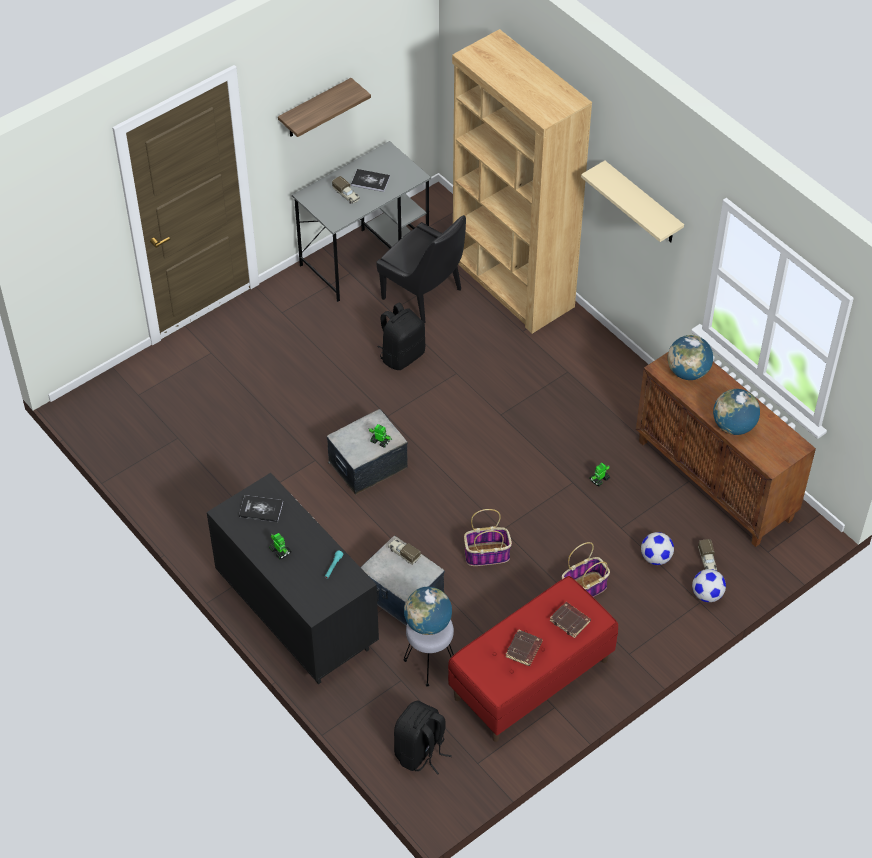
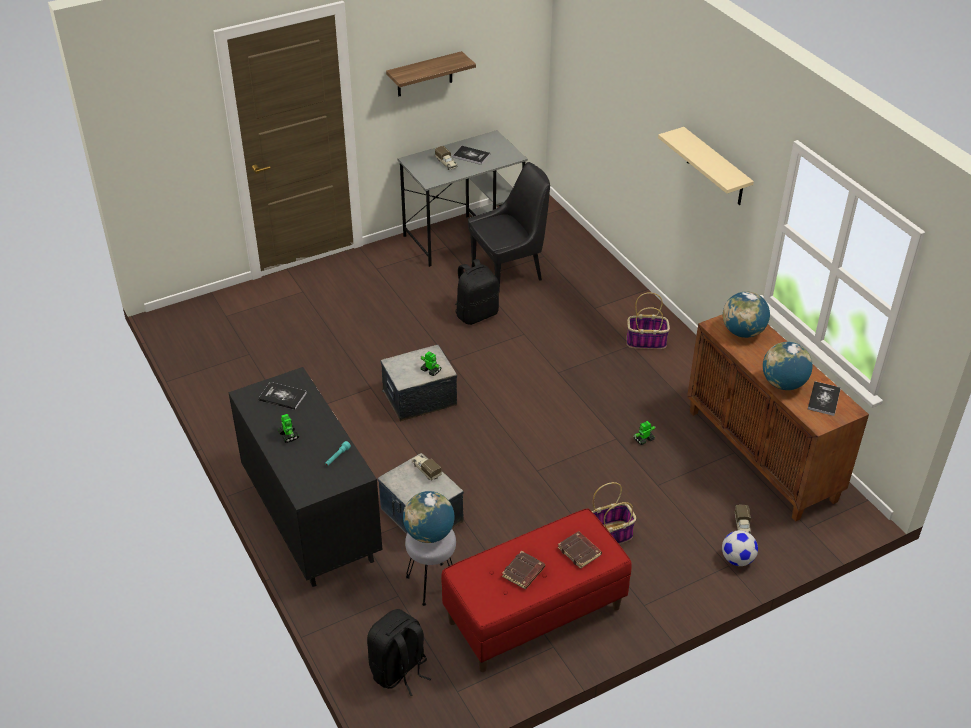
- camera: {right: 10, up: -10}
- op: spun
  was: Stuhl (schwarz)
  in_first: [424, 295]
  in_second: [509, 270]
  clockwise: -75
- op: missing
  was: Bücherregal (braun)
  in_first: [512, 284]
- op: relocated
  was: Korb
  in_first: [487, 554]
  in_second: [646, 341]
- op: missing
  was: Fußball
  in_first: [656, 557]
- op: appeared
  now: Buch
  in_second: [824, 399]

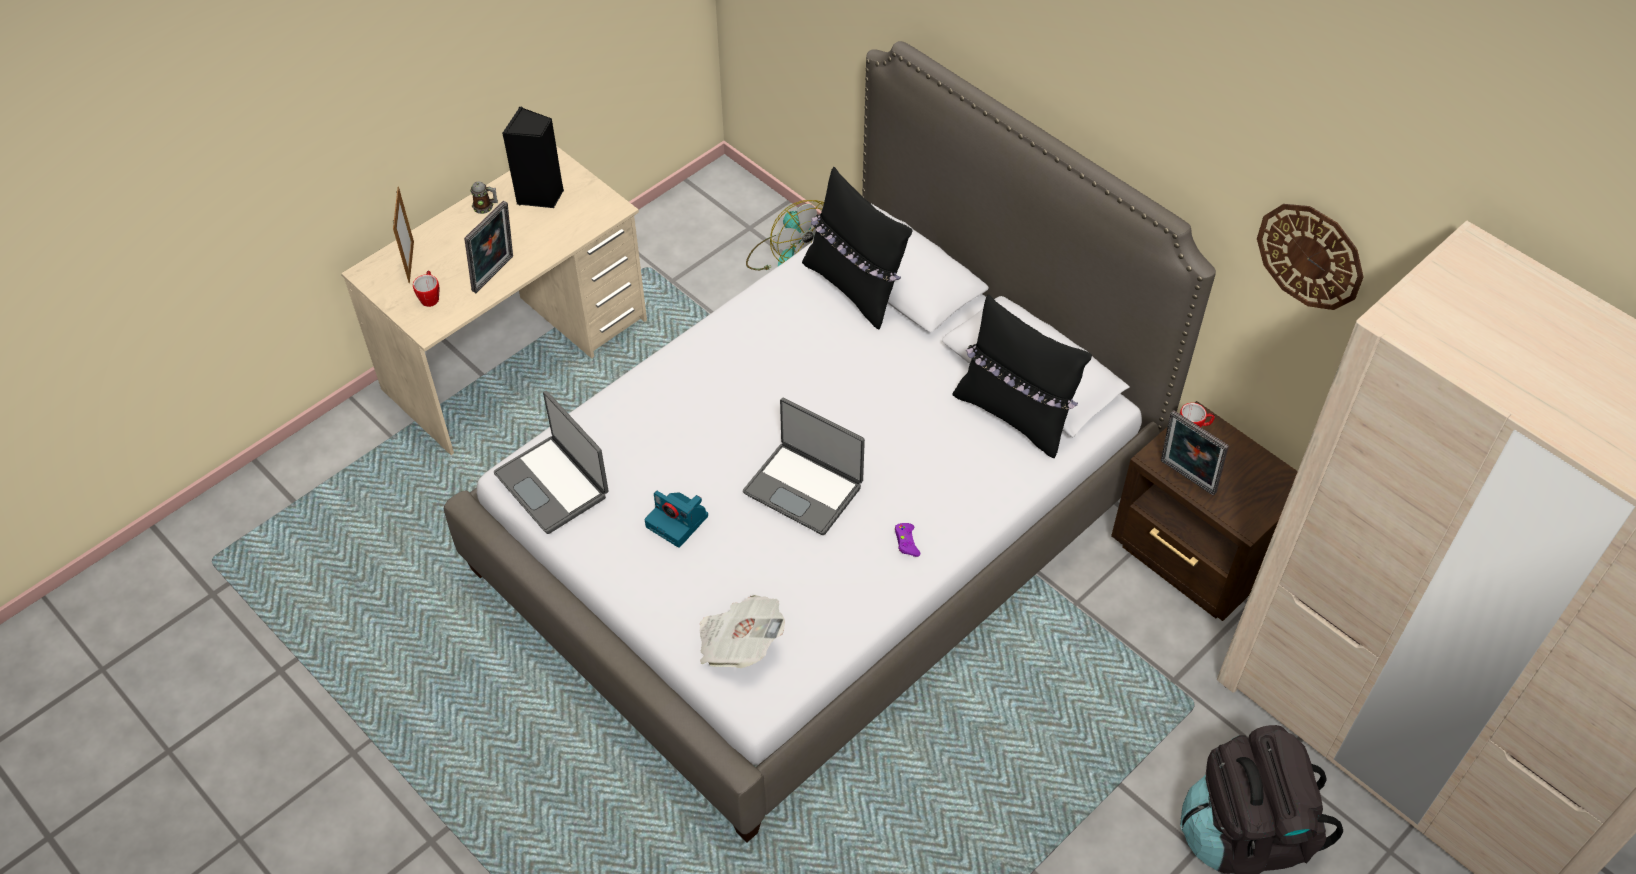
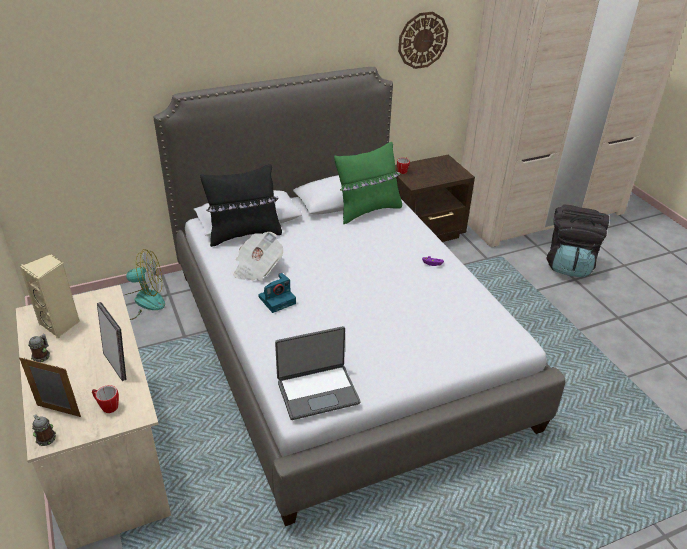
- camera: {right: -70, up: -15}
- op: colour
  was: Lautsprecher (schwarz)
  now: Lautsprecher (beige)
  in_first: [541, 195]
  in_second: [61, 325]
- op: relocated
  was: Kamera
  in_first: [678, 521]
  in_second: [277, 299]
- op: relocated
  was: Zeitung
  in_first: [739, 643]
  in_second: [257, 268]
- op: missing
  was: Laptop
  in_first: [804, 488]
- op: colour
  was: Kissen (schwarz)
  now: Kissen (grün)
  in_first: [1015, 415]
  in_second: [367, 210]
- op: missing
  was: Bilderrahmen
  in_first: [1185, 479]
- op: appeared
  now: Henkelbecher
  in_second: [45, 437]

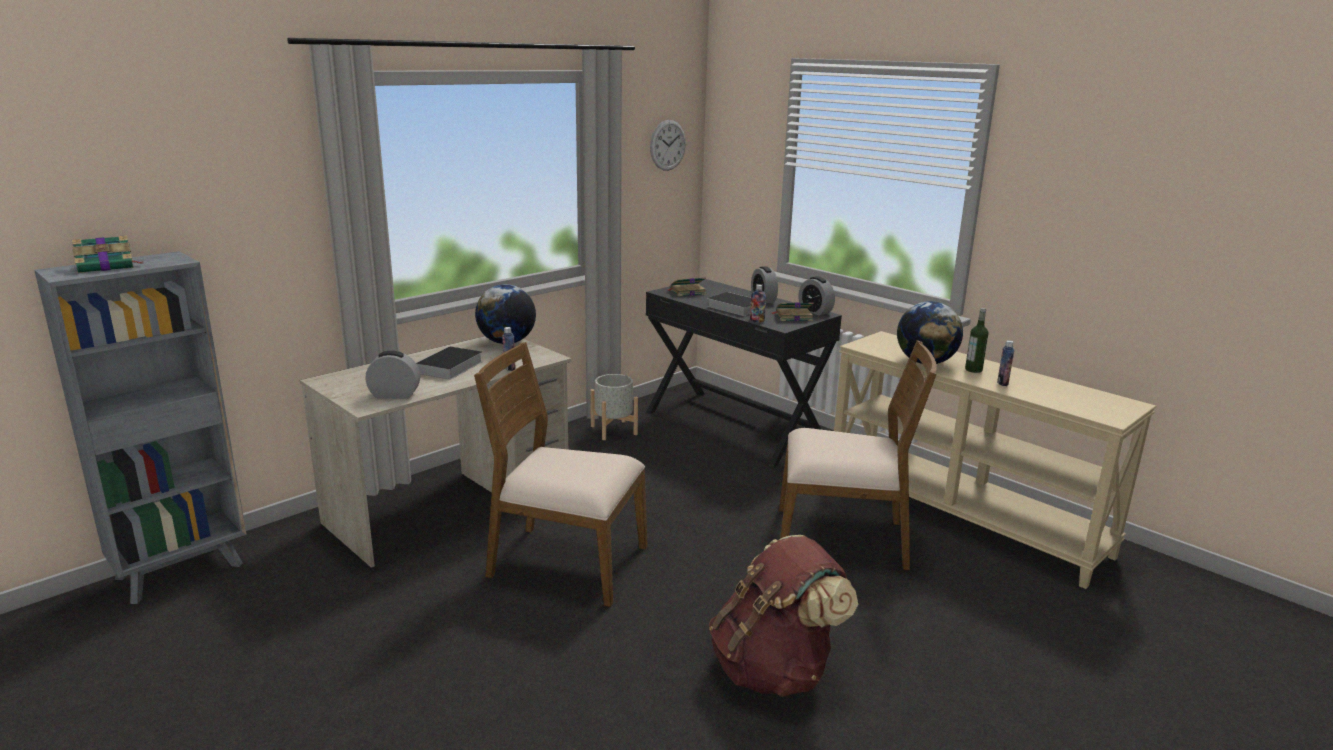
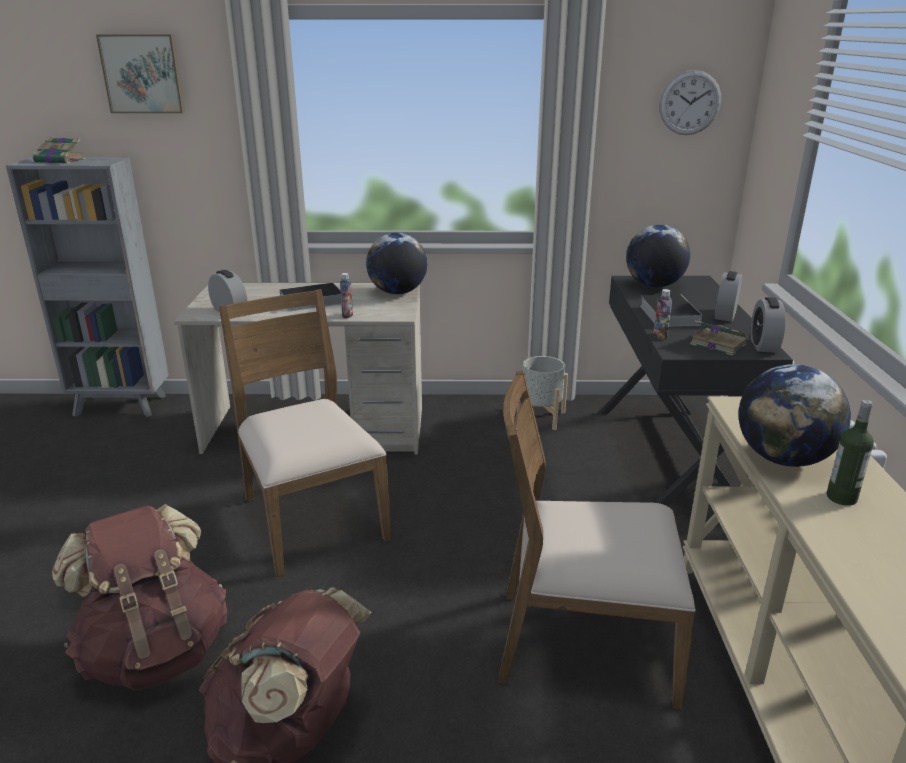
- camera: {right: 45, up: 5}
- op: exchanged
  was: Buch
  now: Globus
  in_first: [687, 292]
  in_second: [654, 286]
- op: spun
  was: Stuhl (braun)
  in_first: [842, 539]
  in_second: [584, 643]
  clockwise: 135
- op: missing
  was: Flasche
  in_first: [1002, 383]
- op: appeared
  now: Rucksack (braun)
  in_second: [156, 651]
- op: appeared
  now: Bild
  in_second: [143, 74]

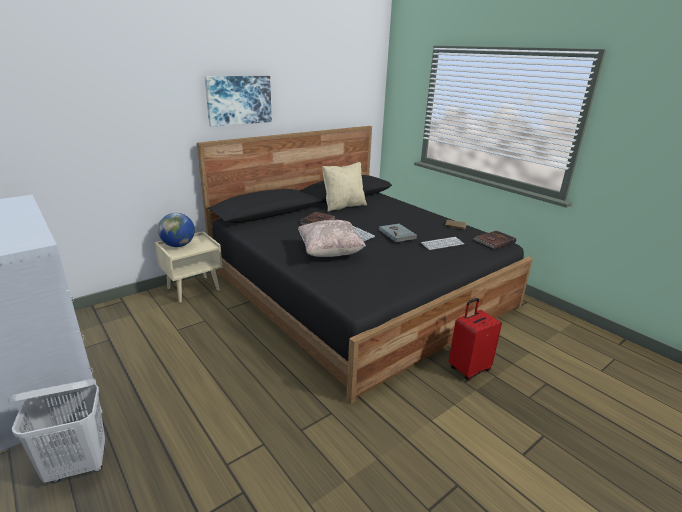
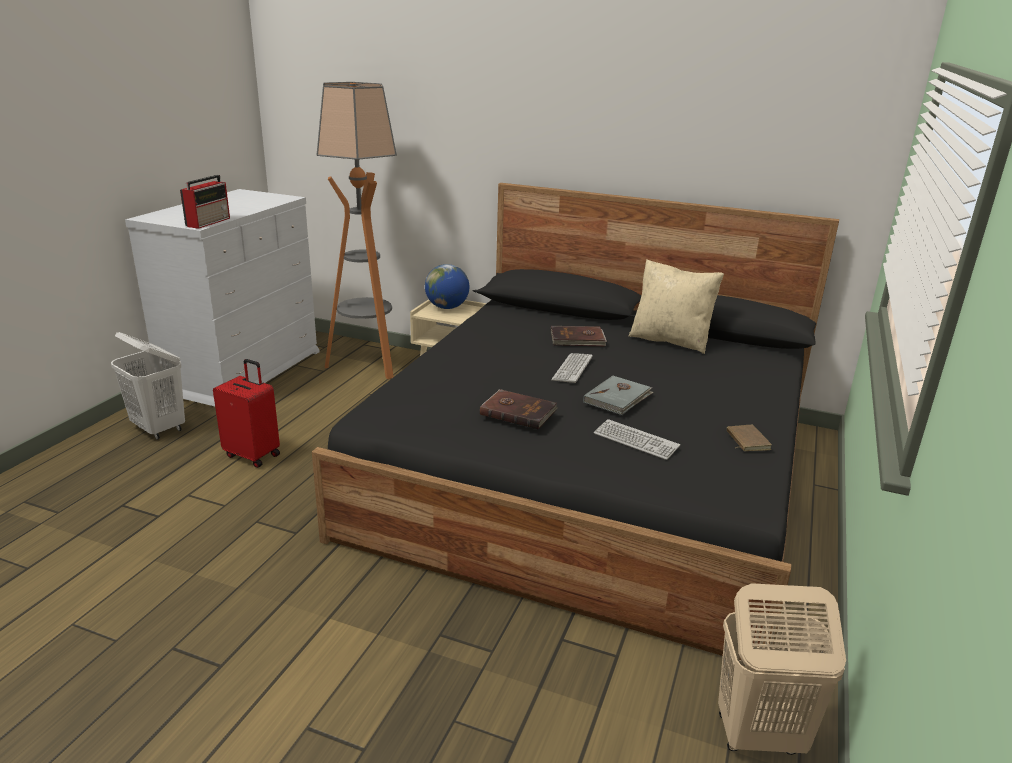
- camera: {right: 60, up: 0}
- op: missing
  was: Bild
  in_first: [239, 100]
- op: missing
  was: Kissen (beige)
  in_first: [330, 252]
- op: relocated
  was: Koffer (rot)
  in_first: [468, 368]
  in_second: [253, 455]
- op: relocated
  was: Buch (braun)
  in_first: [494, 241]
  in_second: [518, 411]
- op: appeared
  now: Radio
  in_second: [209, 222]
- op: appeared
  now: Stehlampe
  in_second: [367, 364]
- op: appeared
  now: Wäschekorb (beige)
  in_second: [758, 735]

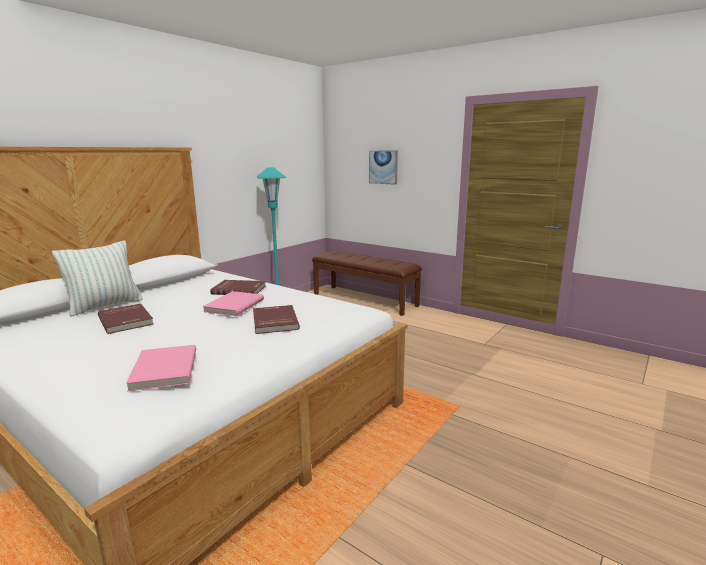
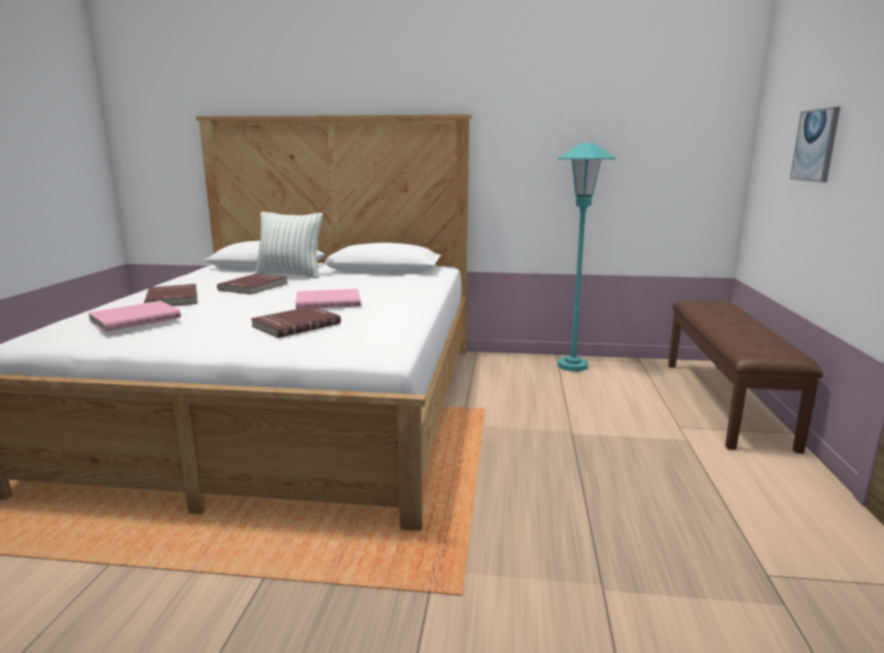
- camera: {right: 60, up: 0}
- op: relocated
  was: Buch (rot)
  in_first: [239, 290]
  in_second: [174, 298]

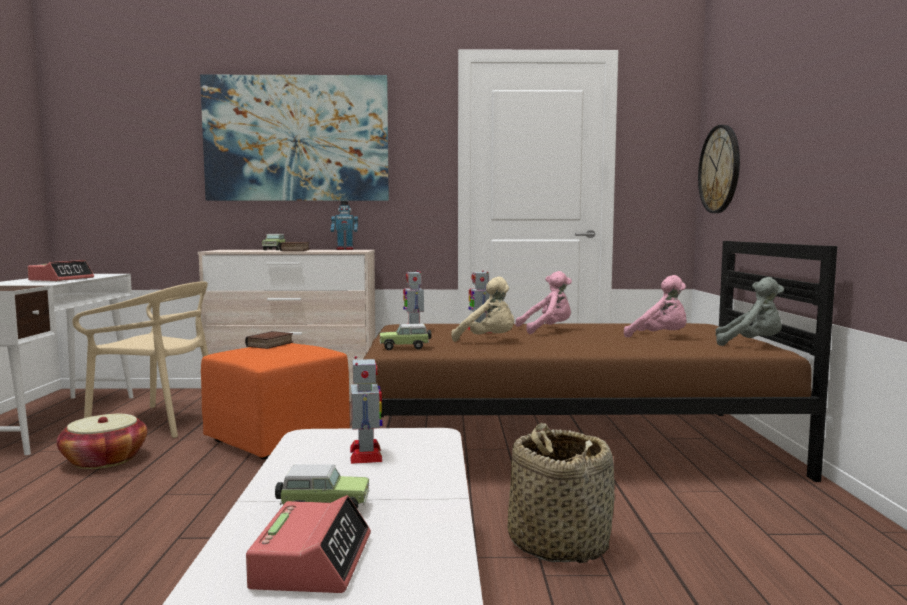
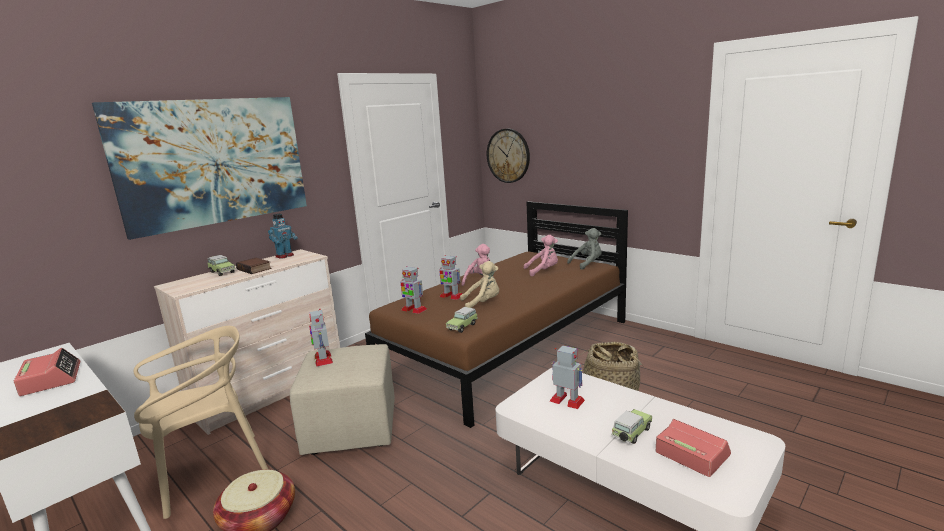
- camera: {right: -45, up: 10}
- op: colour
  was: Polsterhocker (orange)
  now: Polsterhocker (beige)
  in_first: [276, 440]
  in_second: [352, 429]
- op: exchanged
  was: Buch
  now: Spielzeugroboter
  in_first: [270, 344]
  in_second: [323, 359]

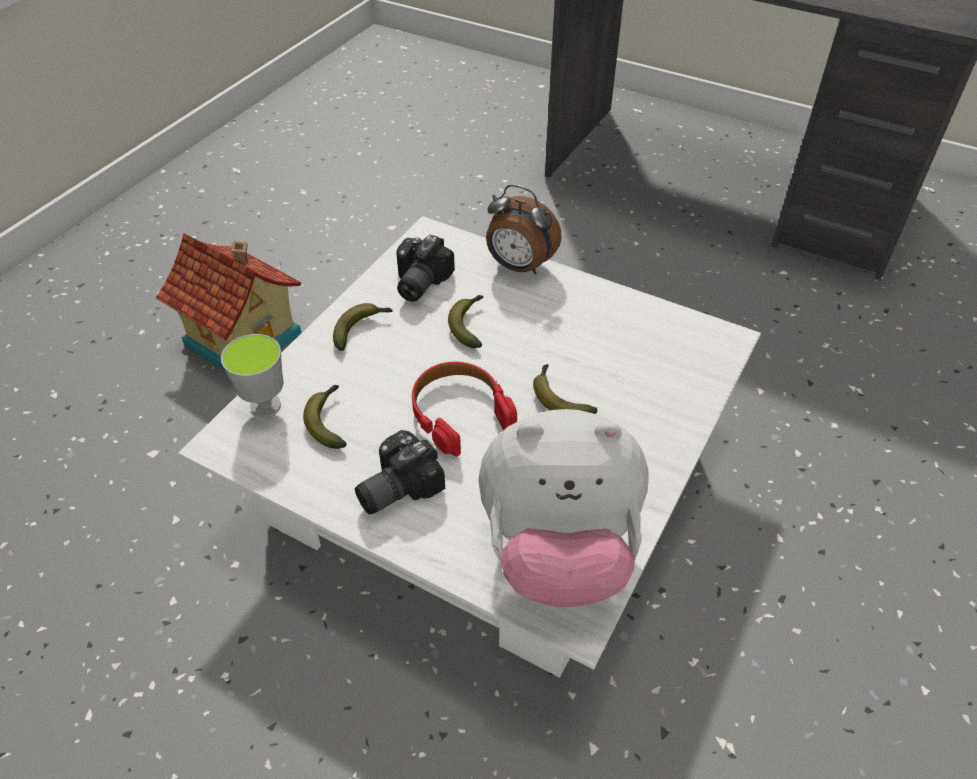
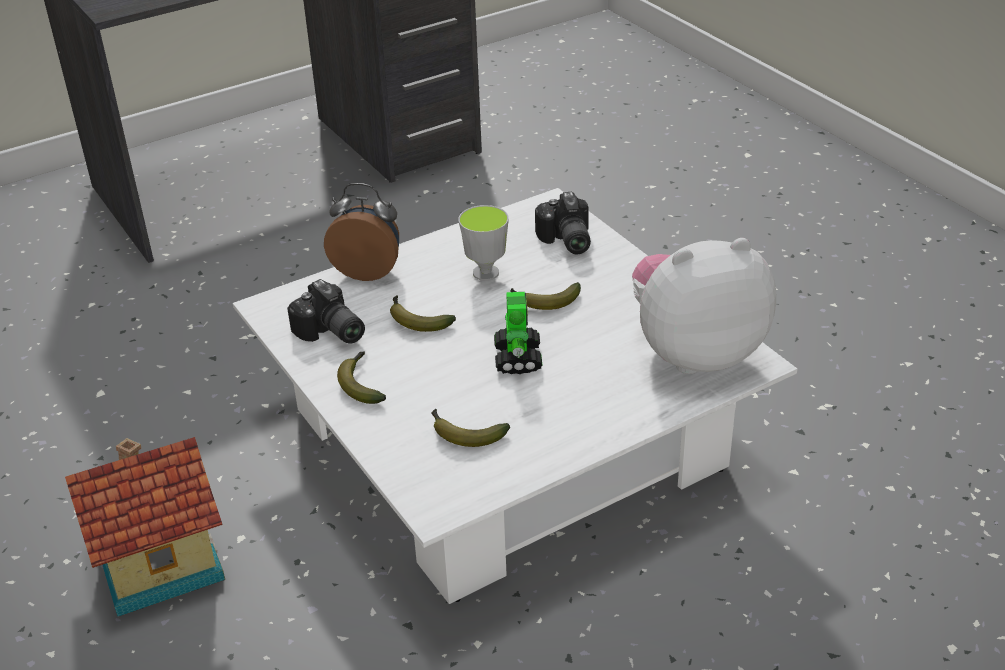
- camera: {right: -60, up: -10}
- op: relocated
  was: Tasse
  in_first: [265, 406]
  in_second: [486, 273]
- op: relocated
  was: Kamera
  in_first: [395, 486]
  in_second: [565, 241]
- op: exchanged
  was: Kopfhörer (rot)
  now: Spielzeugroboter
  in_first: [459, 413]
  in_second: [518, 357]
- op: spun
  was: Plüschtier
  in_first: [558, 552]
  in_second: [695, 352]
  clockwise: -135
- op: spun
  was: Wecker
  in_first: [519, 267]
  in_second: [368, 270]
  clockwise: -135

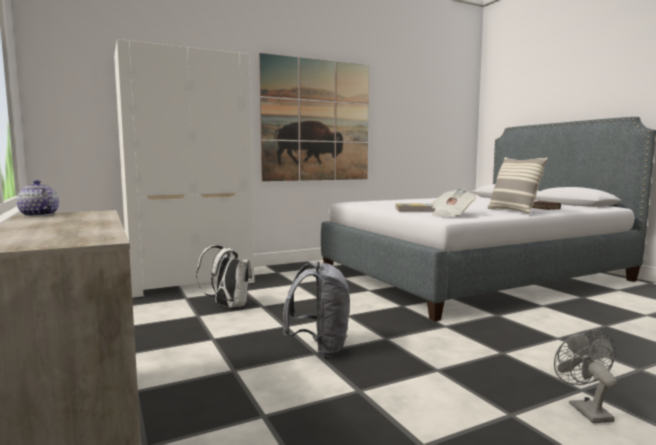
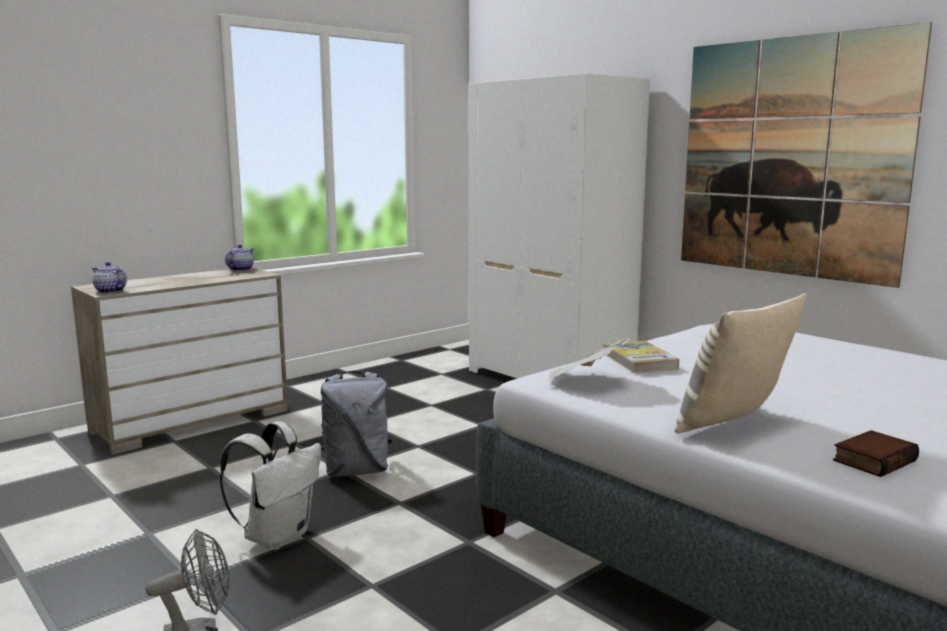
- camera: {right: 75, up: 5}
- op: relocated
  was: Rucksack (weiß)
  in_first: [228, 306]
  in_second: [278, 536]
- op: appeared
  now: Teekanne
  in_second: [109, 291]

